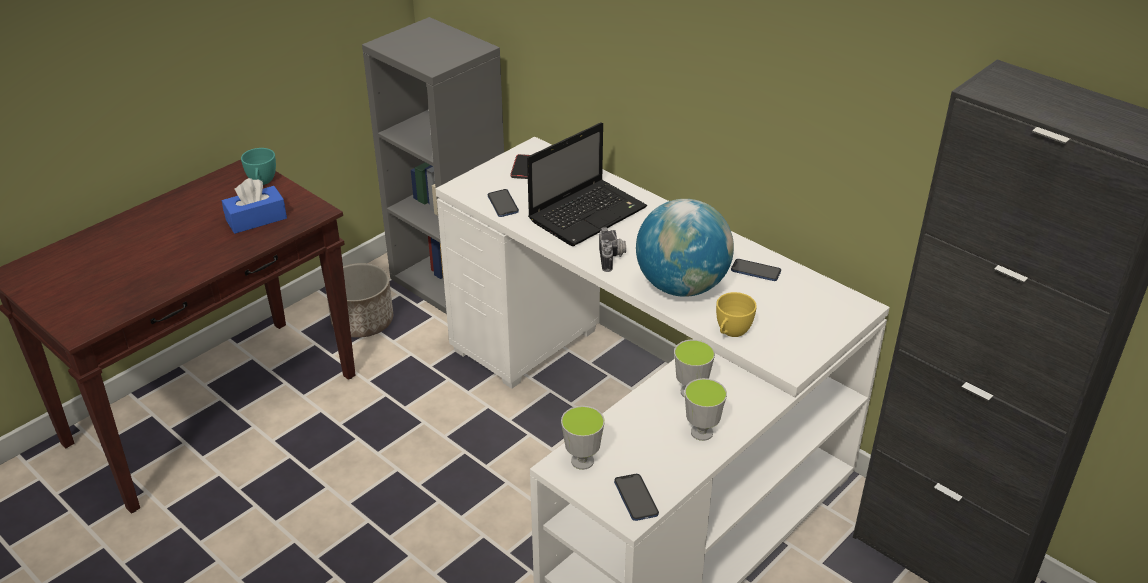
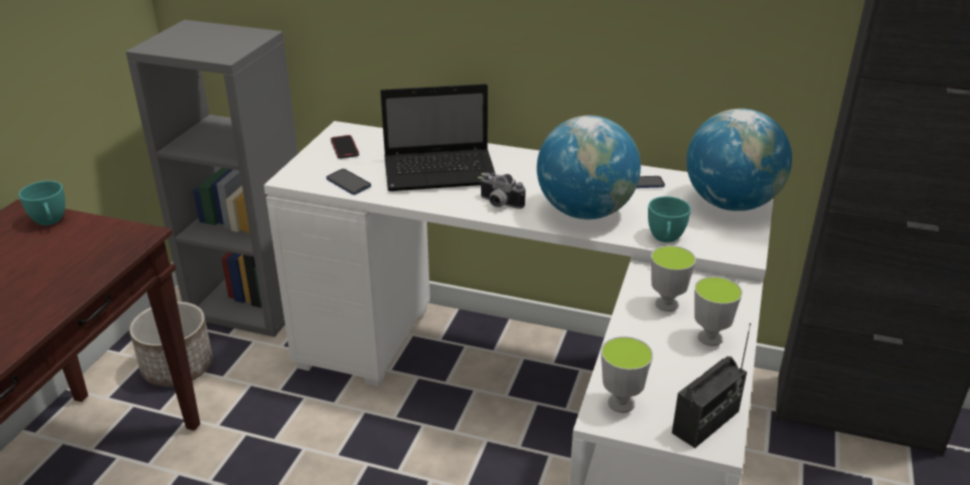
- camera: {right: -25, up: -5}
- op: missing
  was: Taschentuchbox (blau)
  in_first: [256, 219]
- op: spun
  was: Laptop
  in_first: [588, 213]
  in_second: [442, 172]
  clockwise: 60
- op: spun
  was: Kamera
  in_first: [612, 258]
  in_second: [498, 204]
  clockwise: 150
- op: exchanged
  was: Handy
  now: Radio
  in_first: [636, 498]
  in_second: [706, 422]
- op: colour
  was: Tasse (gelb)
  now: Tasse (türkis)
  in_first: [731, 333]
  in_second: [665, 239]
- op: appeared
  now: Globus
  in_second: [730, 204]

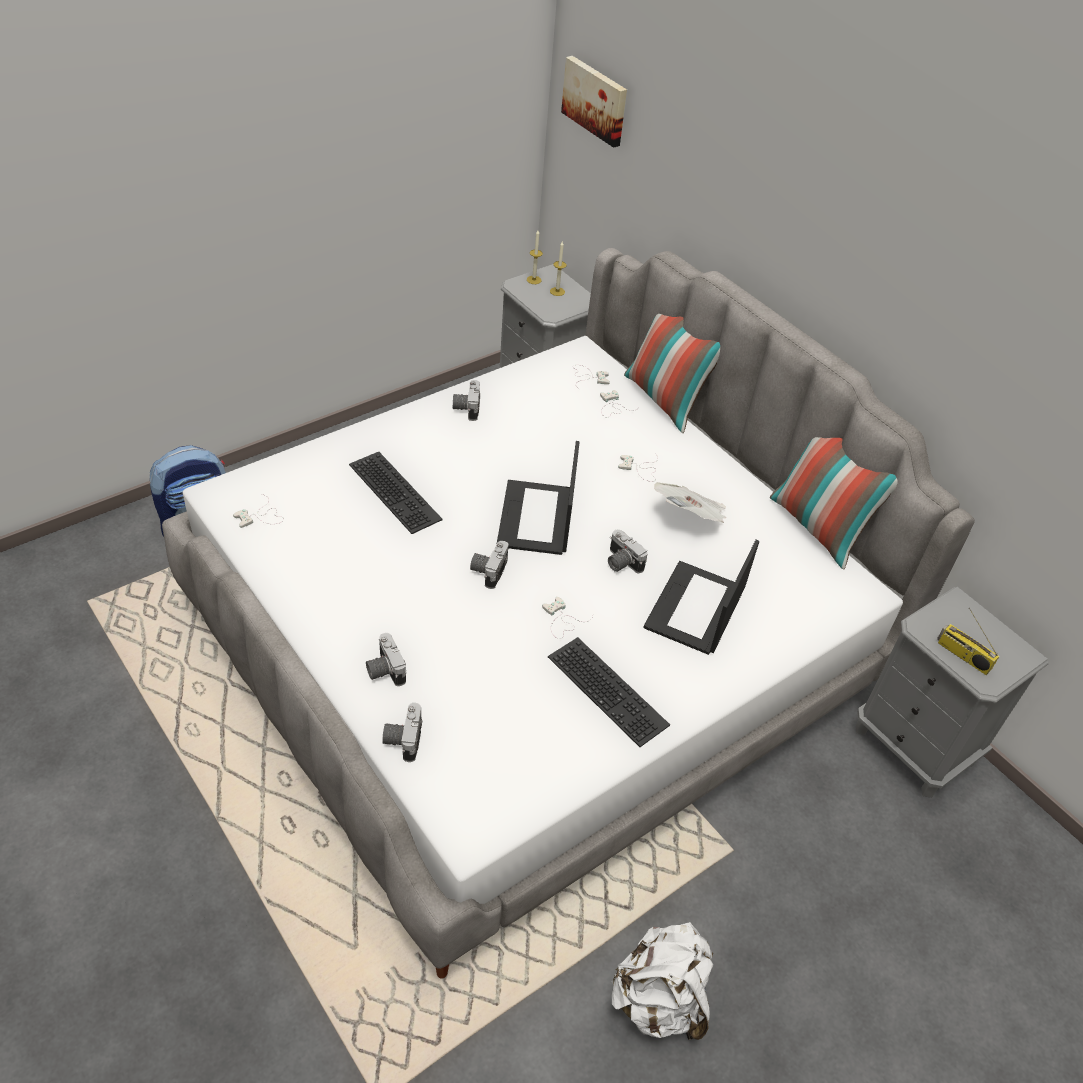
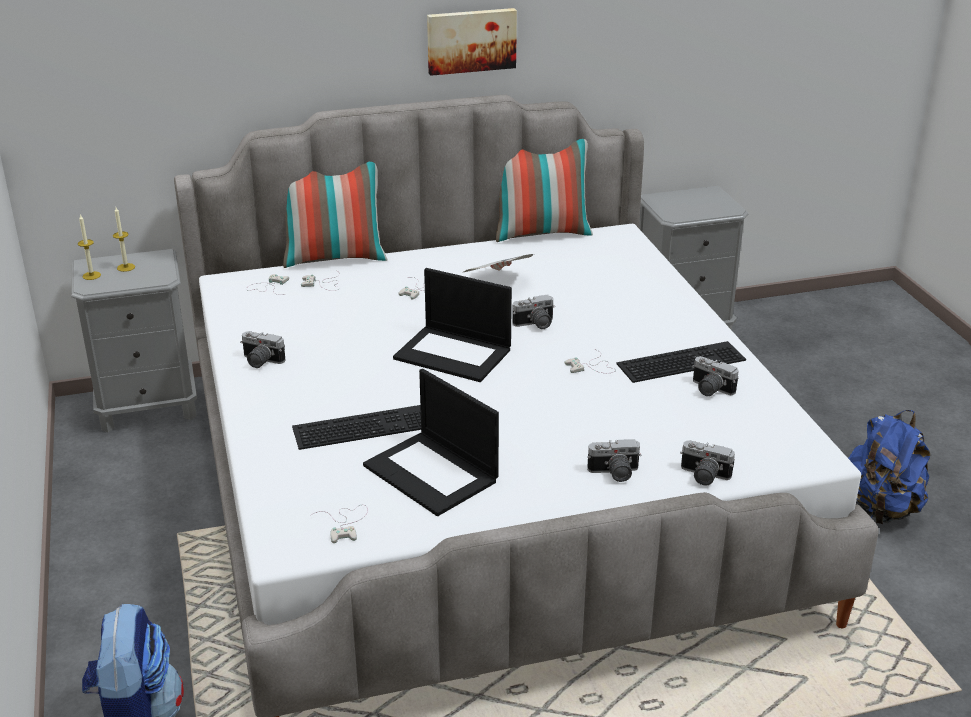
- camera: {right: -65, up: -15}
- op: relocated
  was: Kamera
  in_first: [488, 570]
  in_second: [709, 389]
- op: relocated
  was: Bild
  in_first: [596, 100]
  in_second: [471, 40]
- op: colour
  was: Rucksack (weiß)
  now: Rucksack (blau)
  in_first: [659, 1000]
  in_second: [880, 509]
- op: relocated
  was: Laptop
  in_first: [695, 609]
  in_second: [432, 473]
- op: missing
  was: Radio
  in_first: [962, 655]

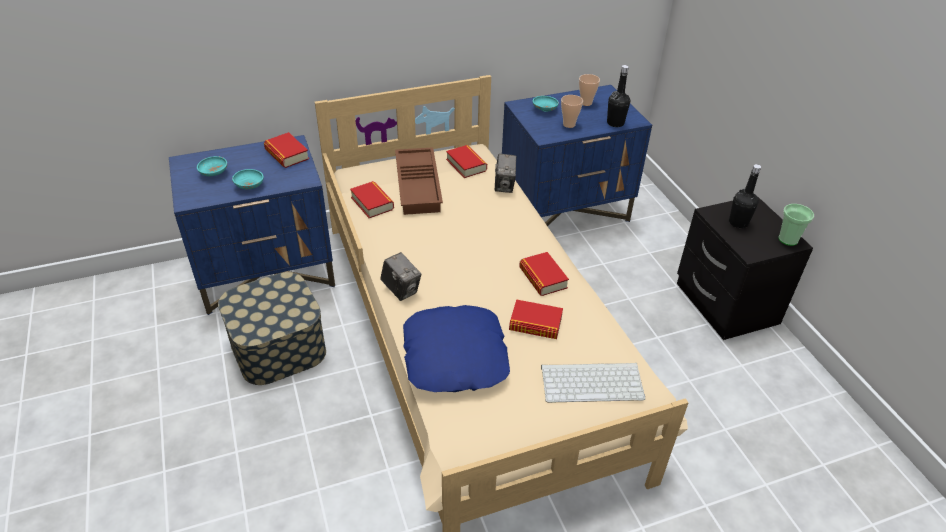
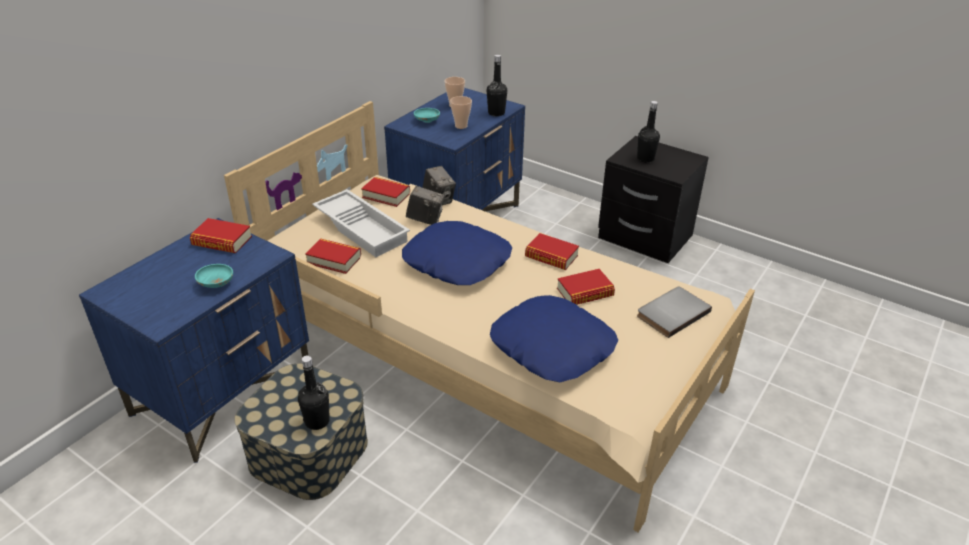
- camera: {right: -35, up: -5}
- op: missing
  was: Schüssel (türkis)
  in_first: [214, 173]
- op: relocated
  was: Kamera
  in_first: [401, 290]
  in_second: [425, 220]
- op: colour
  was: Tablett (braun)
  now: Tablett (weiß)
  in_first: [419, 186]
  in_second: [363, 228]
- op: exchanged
  was: Tastatur
  now: Buch (grau)
  in_first: [593, 382]
  in_second: [671, 313]
- op: missing
  was: Tasse
  in_first: [788, 239]
- op: appeared
  now: Flasche (schwarz)
  in_second: [317, 421]
- op: appeared
  now: Kissen (blau)
  in_second: [457, 261]

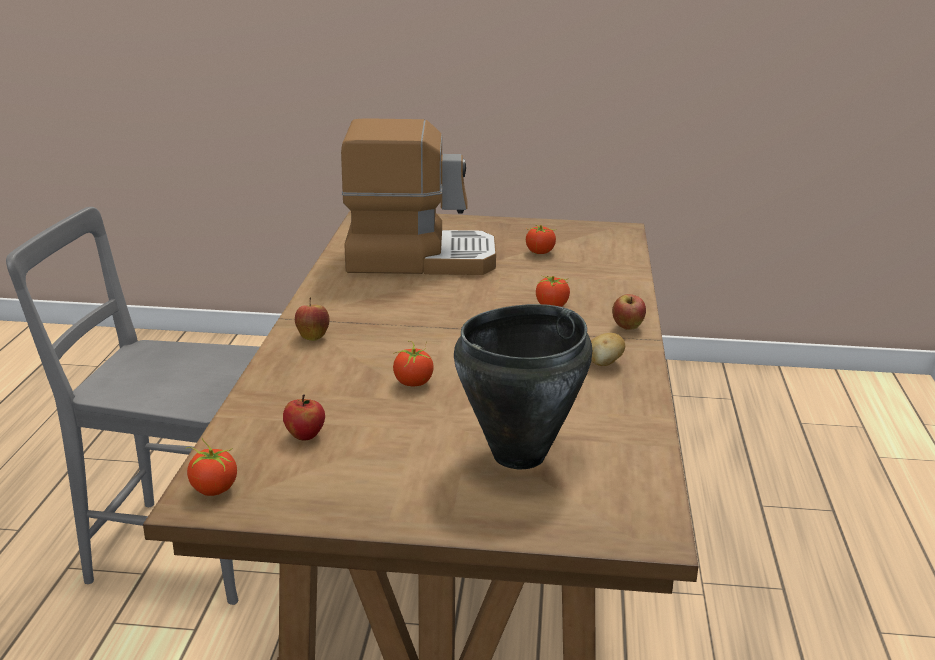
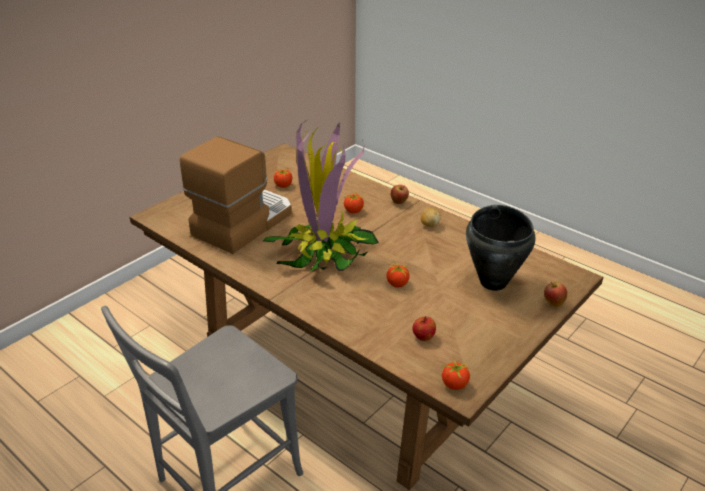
- camera: {right: -55, up: 10}
- op: relocated
  was: Apfel
  in_first: [312, 336]
  in_second: [553, 303]
- op: appeared
  now: Topfpflanze
  in_second: [324, 252]

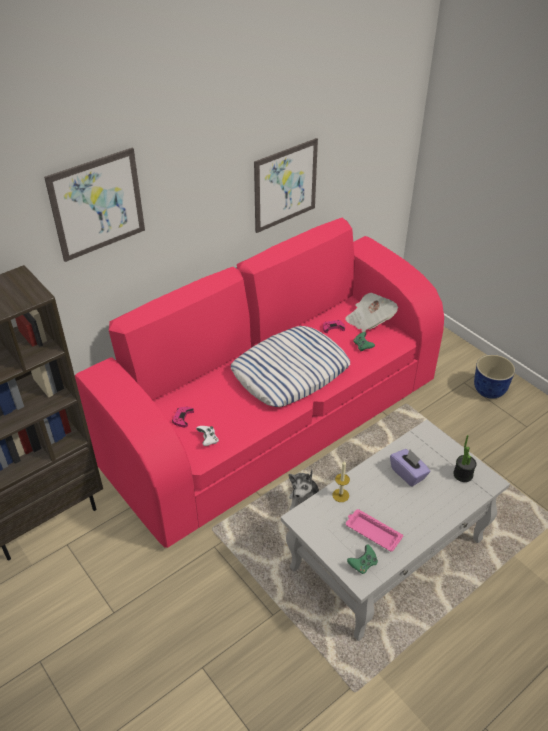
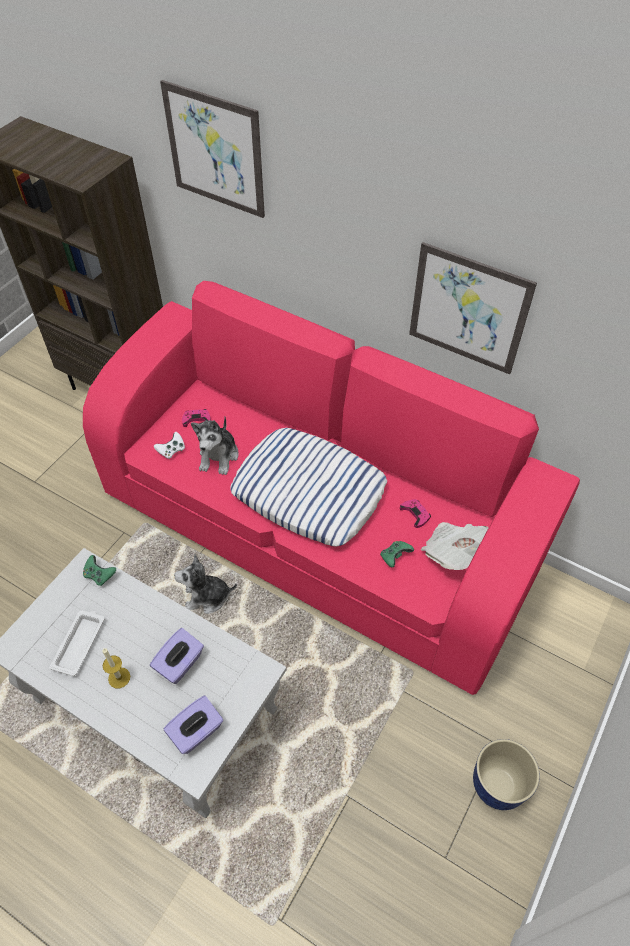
- camera: {right: 70, up: 10}
- op: relocated
  was: Kerze
  in_first: [340, 495]
  in_second: [119, 678]
- op: colour
  was: Tablett (rosa)
  now: Tablett (weiß)
  in_first: [372, 532]
  in_second: [79, 643]
- op: relocated
  was: Gamepad (grün)
  in_first: [363, 564]
  in_second: [99, 575]
- op: exchanged
  was: Topfpflanze
  now: Taschentuchbox (lila)
  in_first: [463, 474]
  in_second: [196, 732]
- op: appeared
  now: Plüschtier
  in_second: [219, 456]

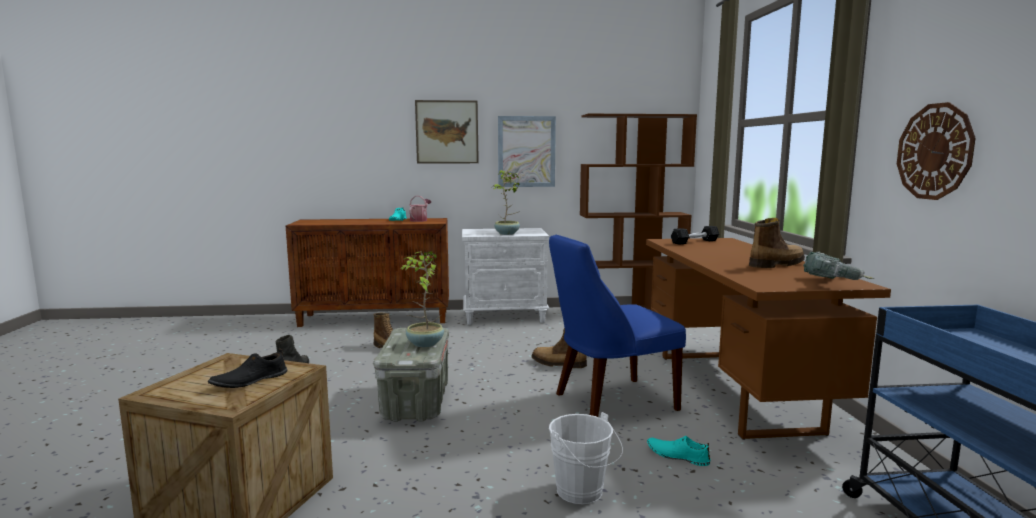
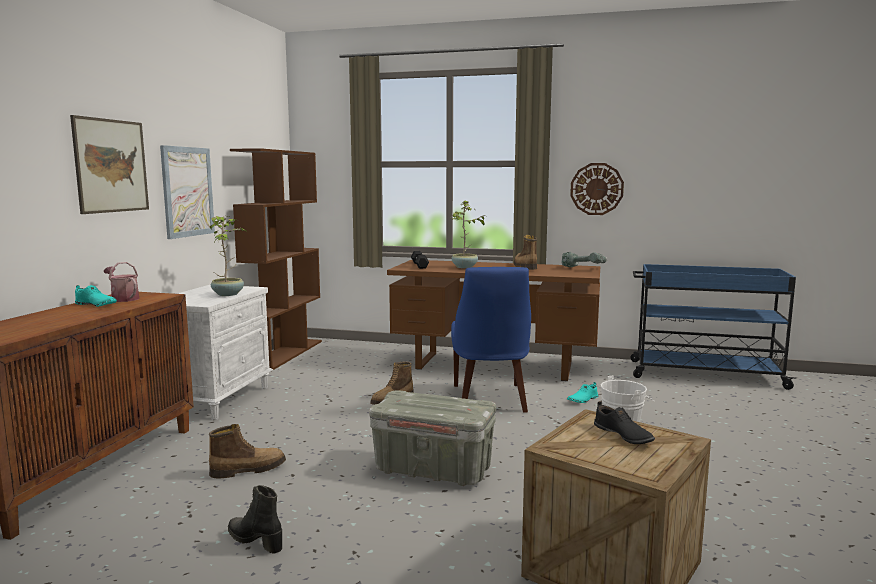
- camera: {right: -70, up: 0}
- op: relocated
  was: Topfpflanze
  in_first: [424, 344]
  in_second: [464, 267]

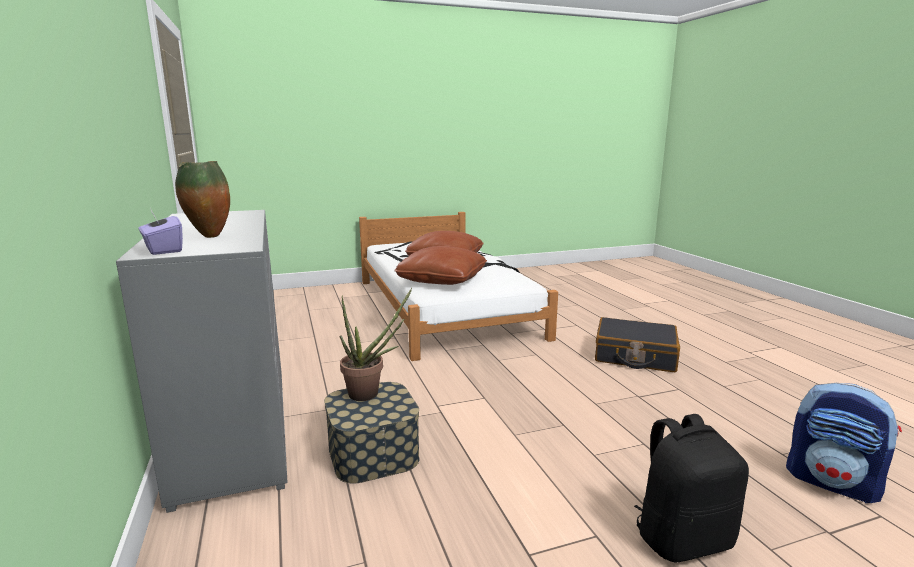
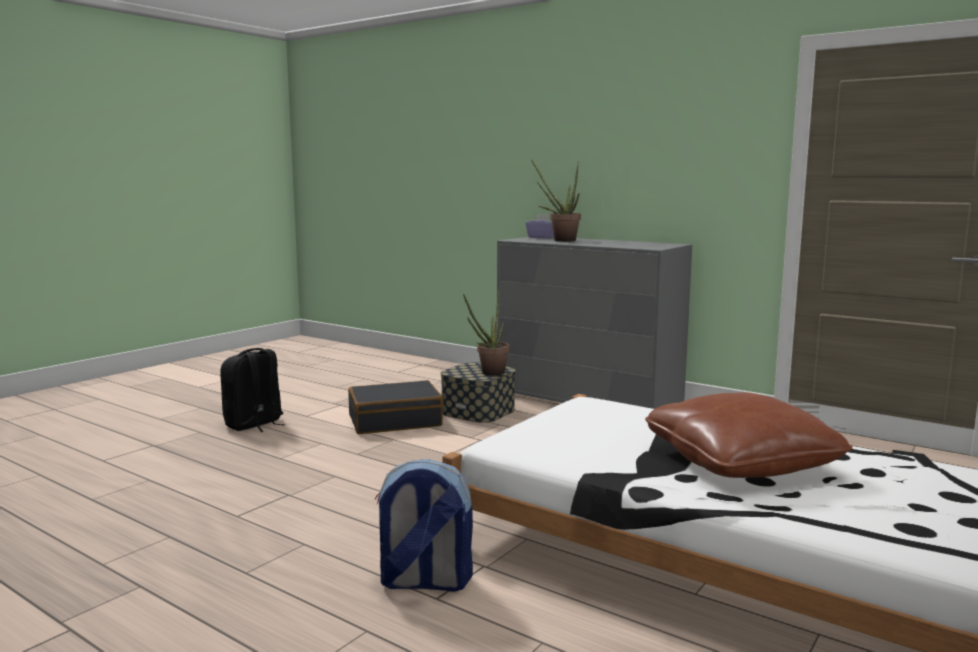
- camera: {right: 145, up: -5}
- op: exchanged
  was: Vase
  now: Topfpflanze
  in_first: [208, 237]
  in_second: [560, 240]
- op: missing
  was: Kissen (braun)
  in_first: [442, 280]
- op: relocated
  was: Koffer (schwarz)
  in_first: [634, 356]
  in_second: [395, 420]
- op: relocated
  was: Rucksack
  in_first: [832, 482]
  in_second: [424, 582]

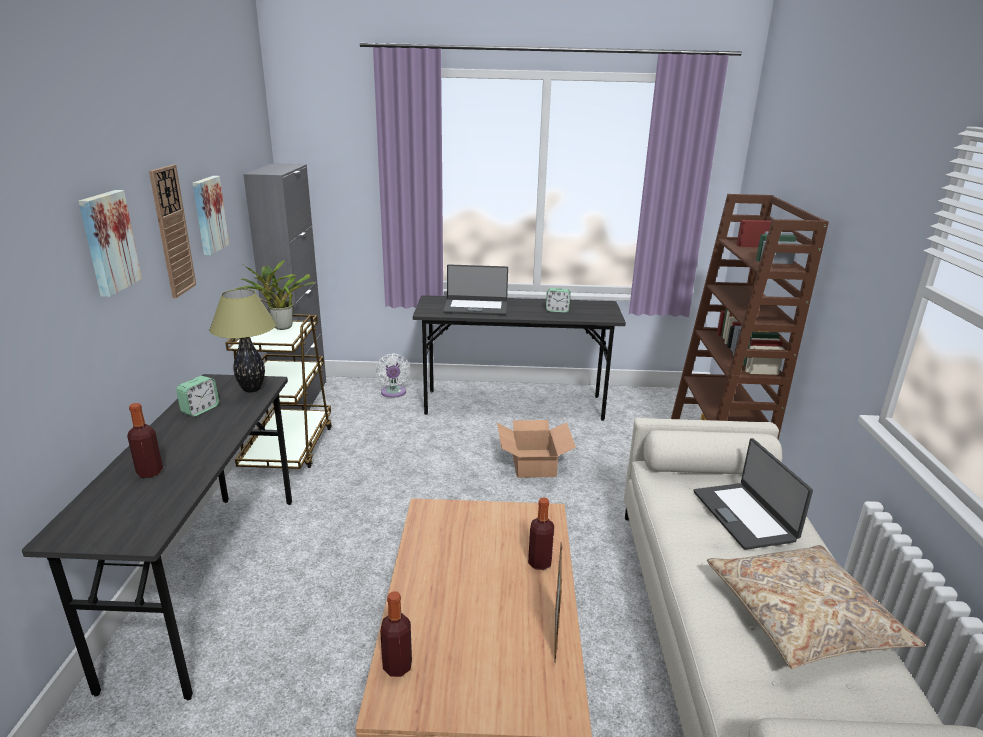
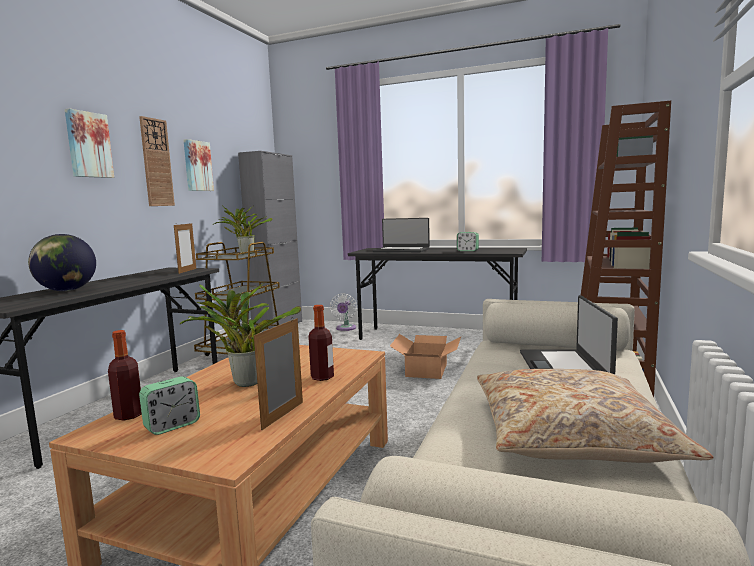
- camera: {right: 20, up: -15}
- op: exchanged
  was: Flasche
  now: Globus
  in_first: [150, 472]
  in_second: [66, 290]
- op: relocated
  was: Wecker
  in_first: [200, 409]
  in_second: [172, 426]
- op: exchanged
  was: Tischlampe
  now: Bilderrahmen
  in_first: [251, 389]
  in_second: [187, 271]
- op: appeared
  now: Topfpflanze
  in_second: [244, 382]

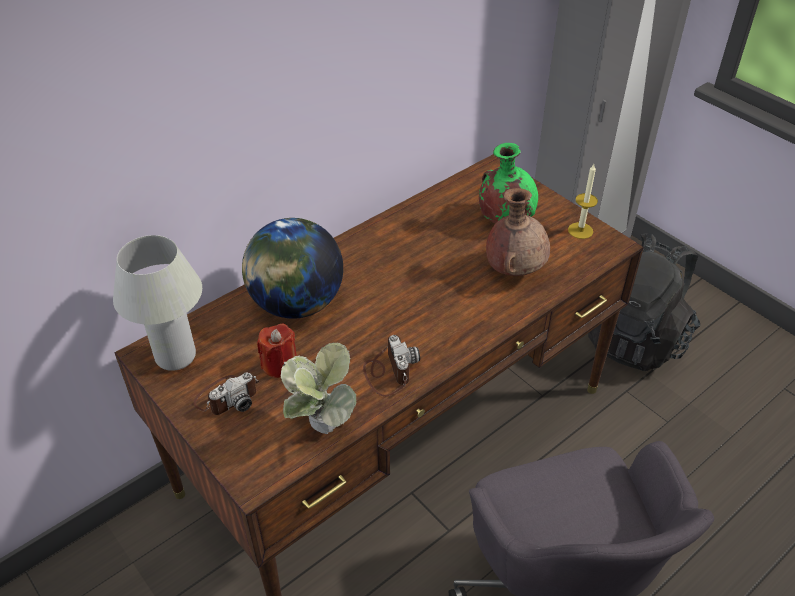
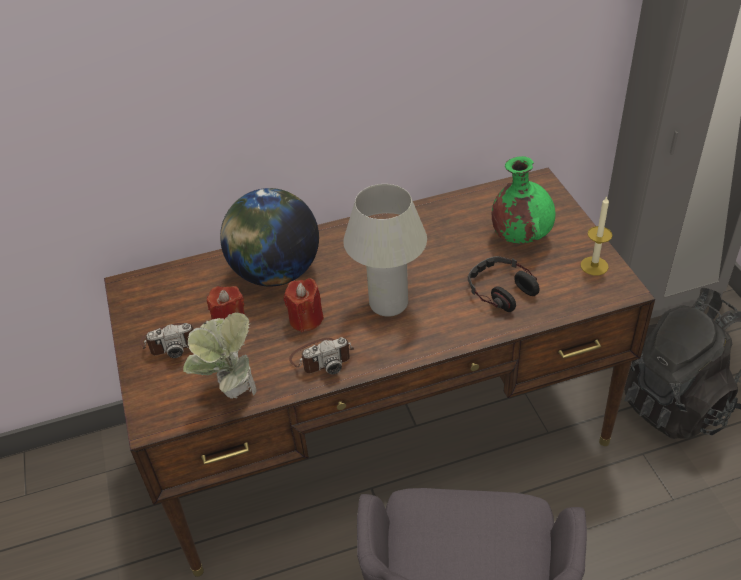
- camera: {right: 25, up: 0}
- op: relocated
  was: Tischlampe (weiß)
  in_first: [175, 356]
  in_second: [388, 304]
- op: spun
  was: Kamera
  in_first: [388, 372]
  in_second: [322, 358]
  clockwise: 60
- op: exchanged
  was: Vase (braun)
  now: Kopfhörer
  in_first: [515, 269]
  in_second: [501, 290]
- op: appeared
  now: Kerze (rot)
  in_second: [306, 319]

